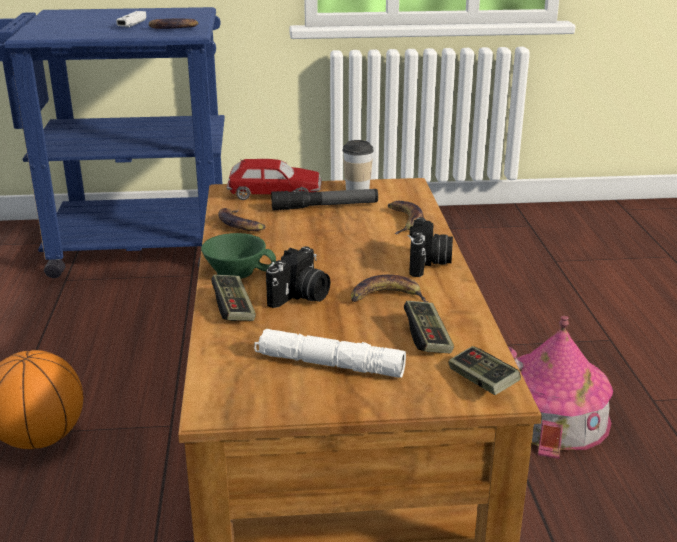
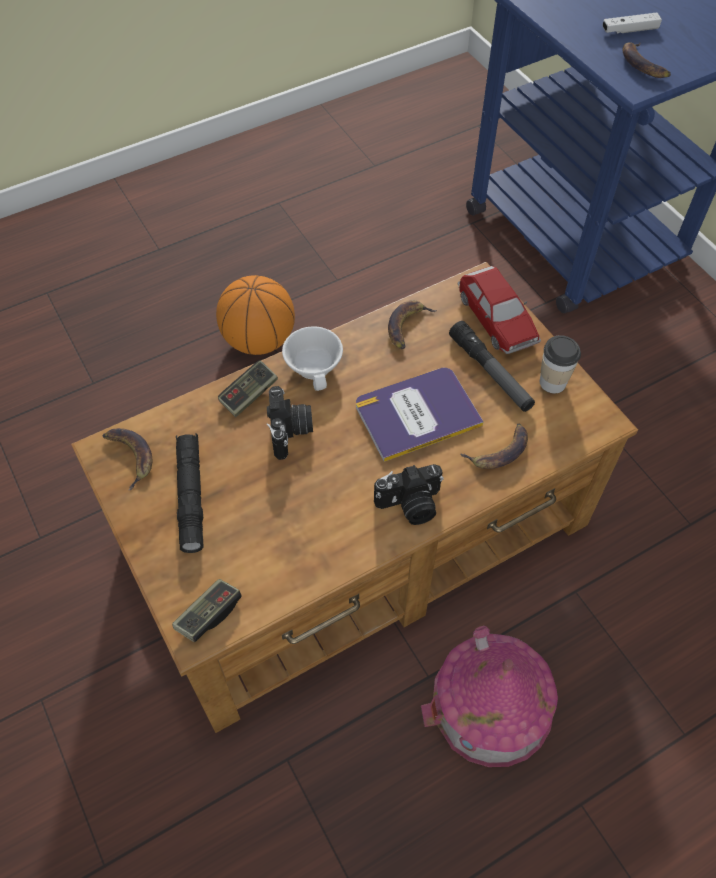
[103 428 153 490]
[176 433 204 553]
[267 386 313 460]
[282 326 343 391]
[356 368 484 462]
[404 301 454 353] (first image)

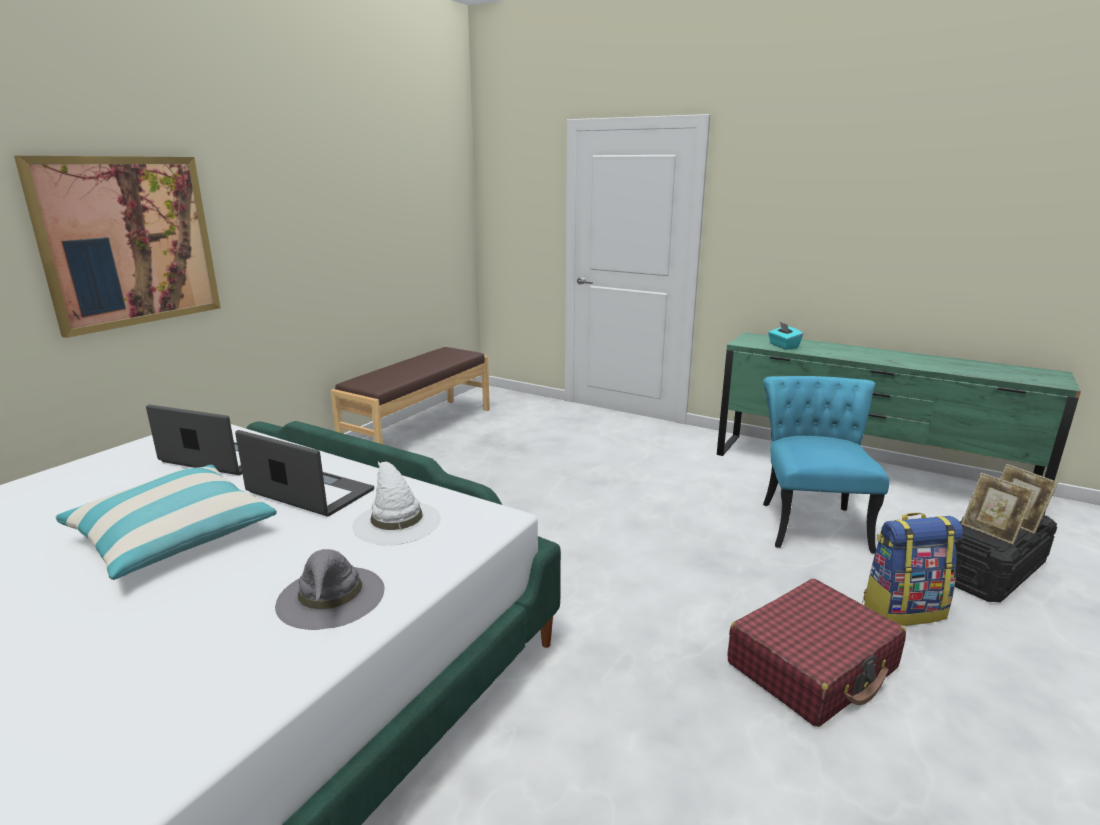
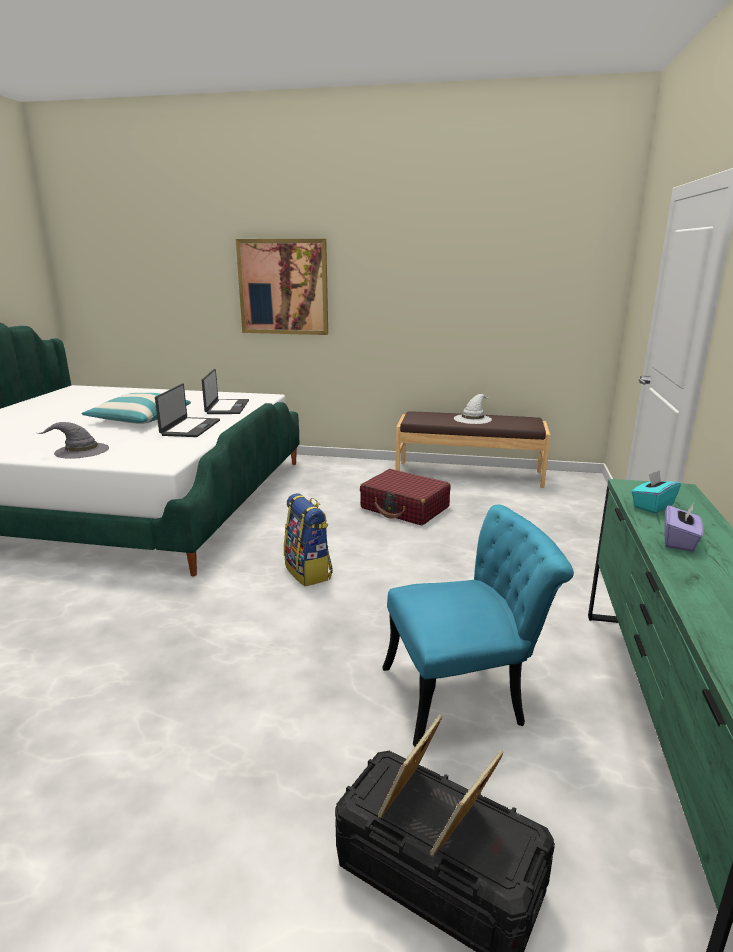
[284 493 333 586]
[360 469 451 525]
[454 394 492 424]
[665 504 703 552]

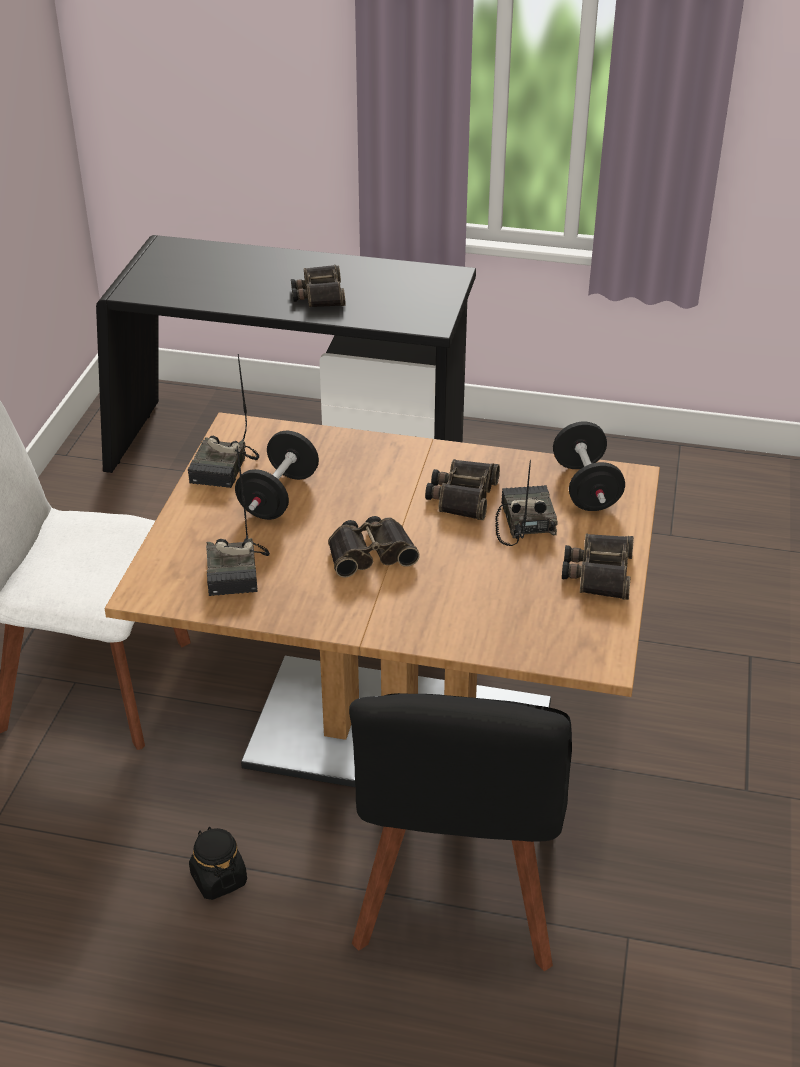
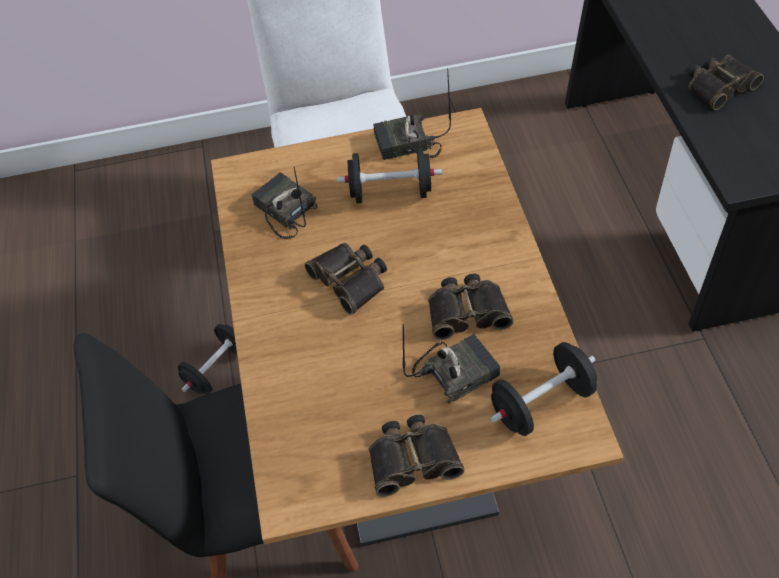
[178 324 237 394]
[251 167 317 239]

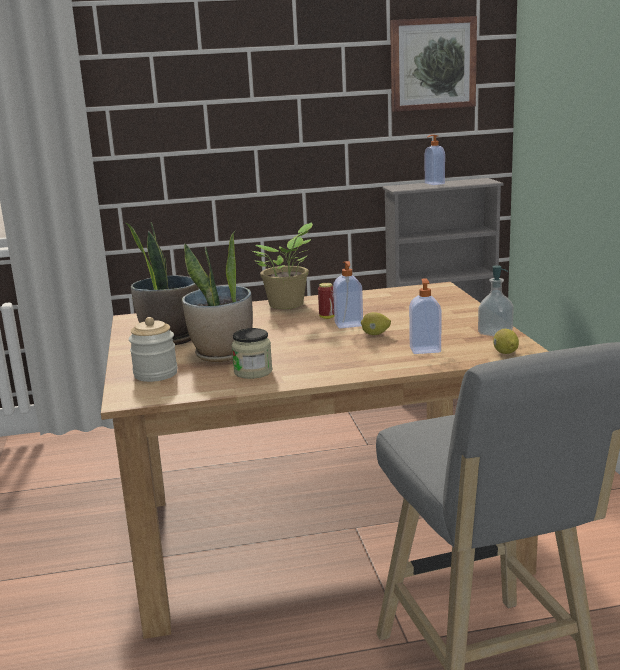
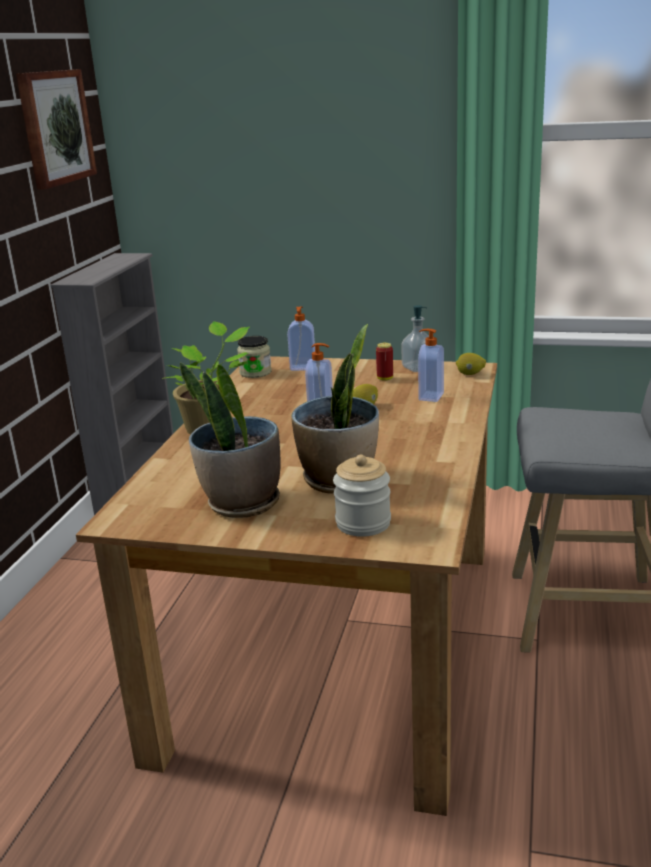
[237 336 272 378]
[287 307 315 371]
[376 343 393 381]

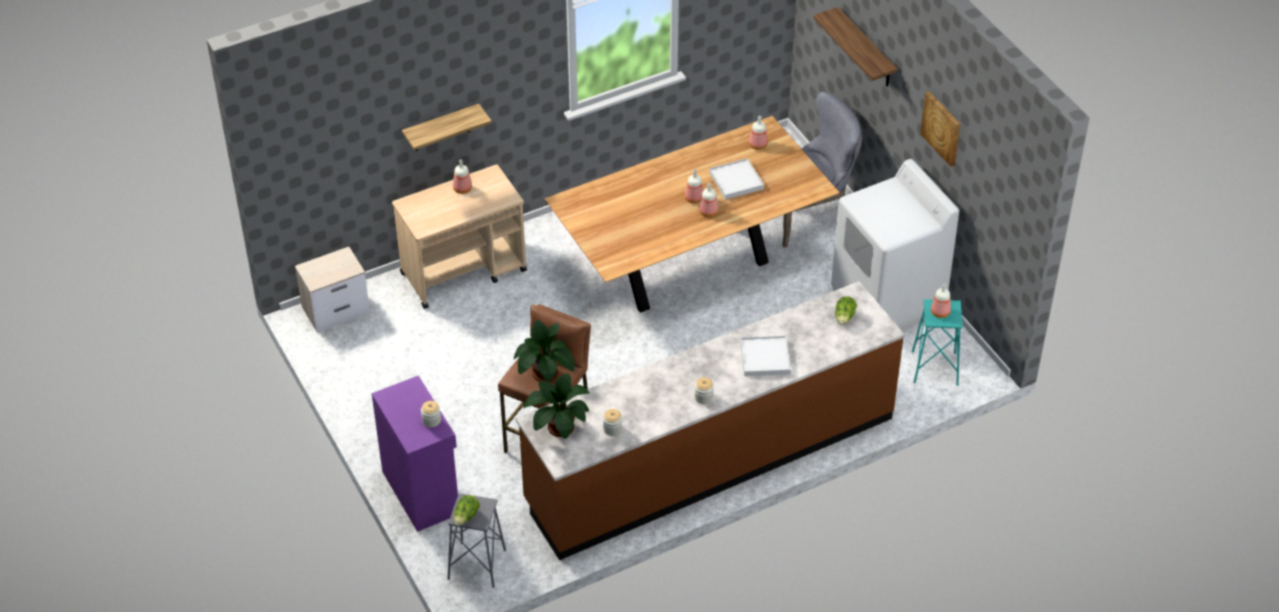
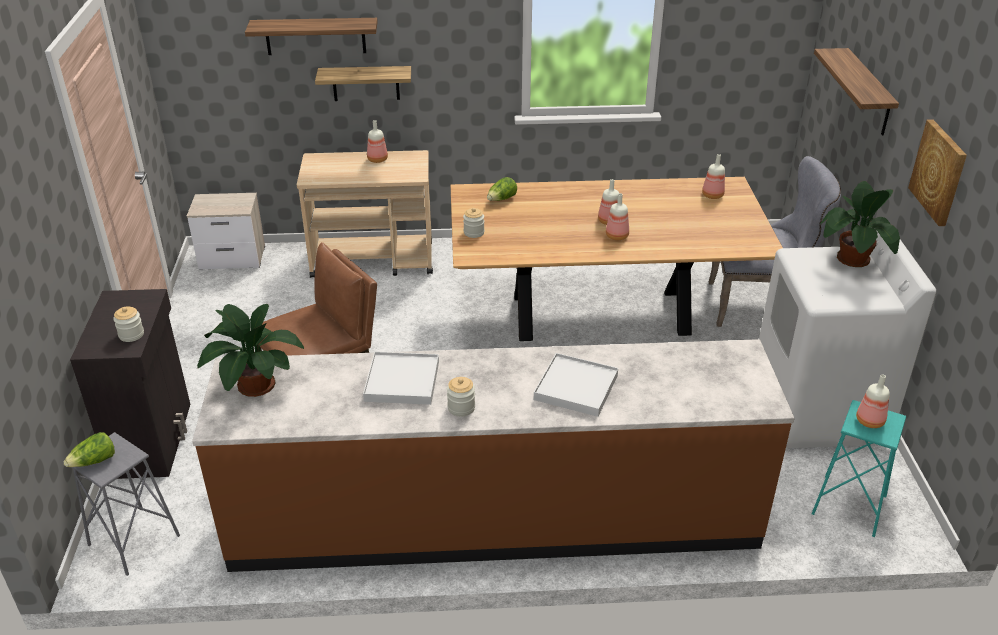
[70 289 190 479]
[245 18 378 55]
[363 352 439 405]
[463 208 485 238]
[487 177 517 201]
[820 181 900 267]

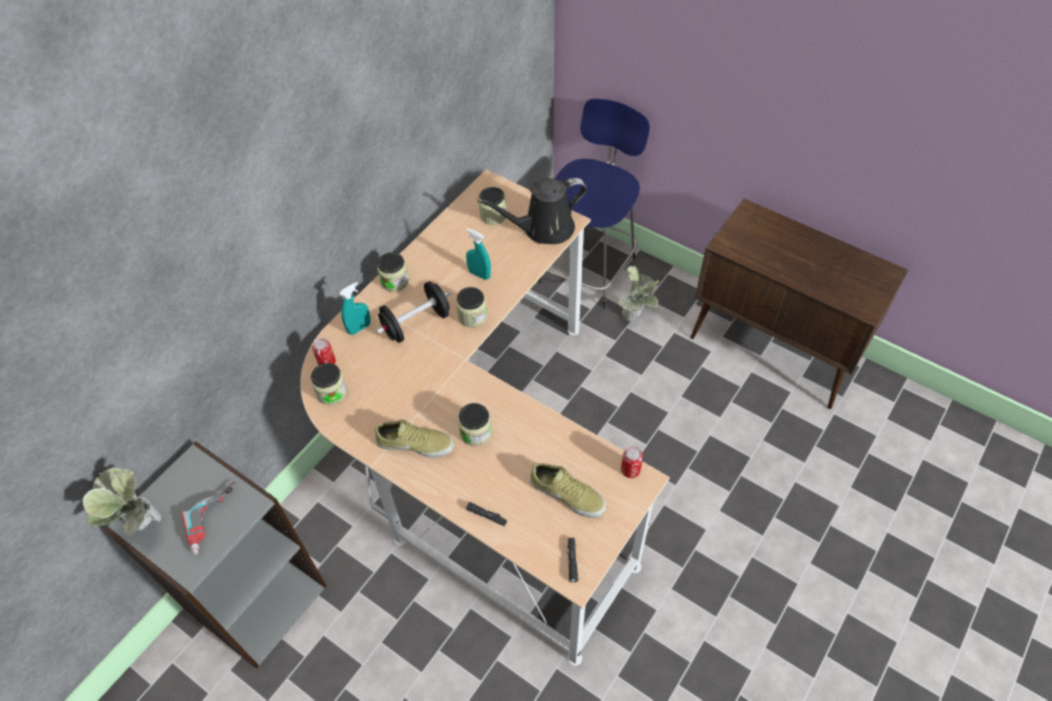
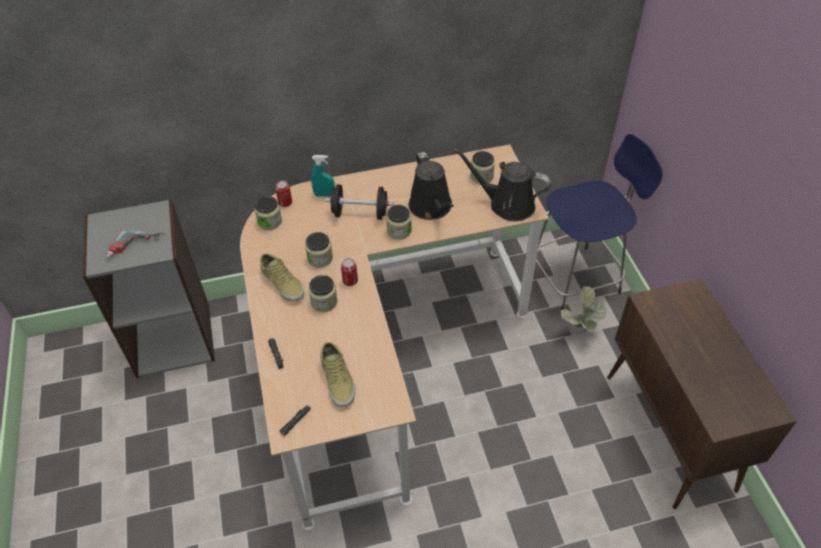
[305 232 333 268]
[341 258 358 286]
[409 152 454 220]
[83 467 161 536] (first image)

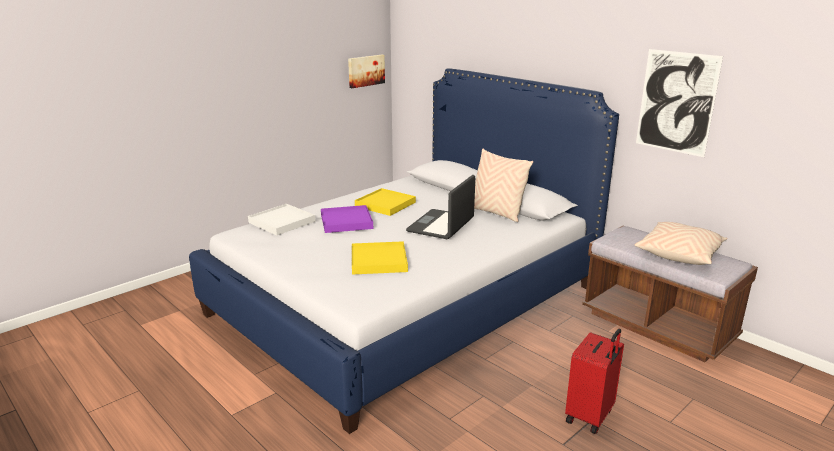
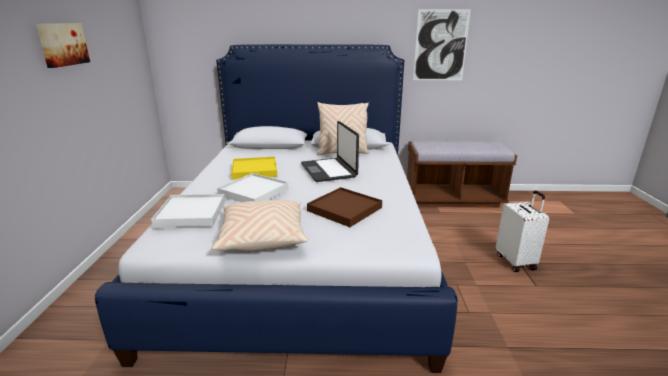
[36 23 90 68]
[211 200 308 251]
[217 173 289 202]
[307 187 382 227]
[496 190 549 272]

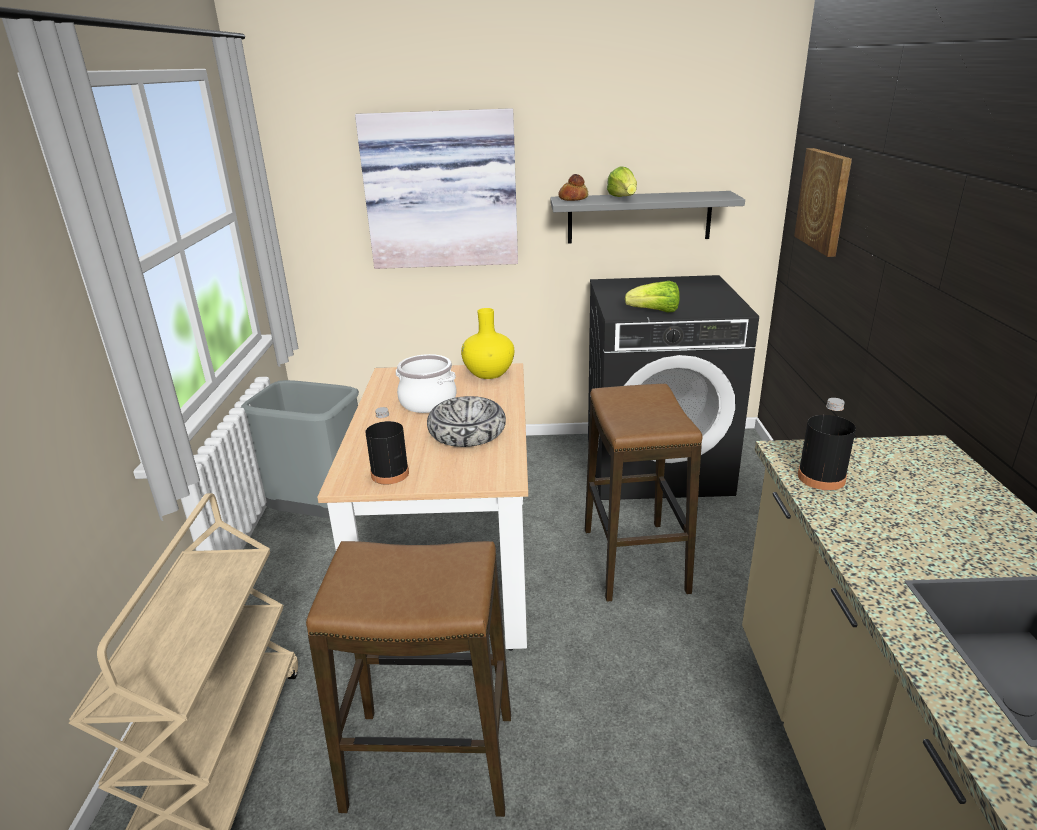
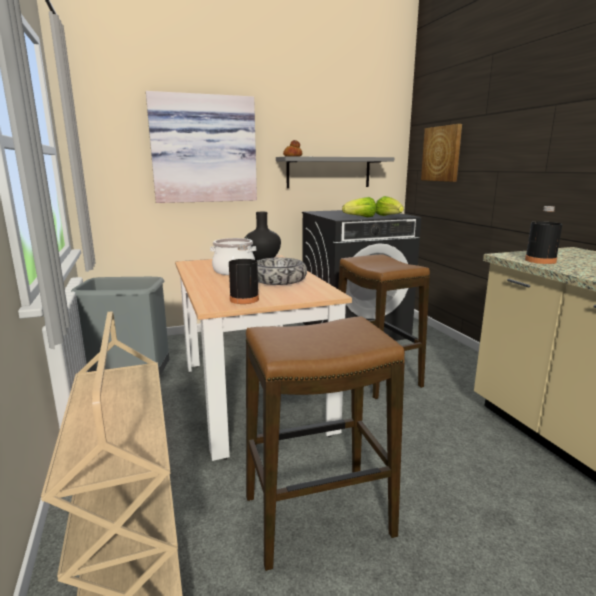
[245 212 281 260]
[376 196 404 216]

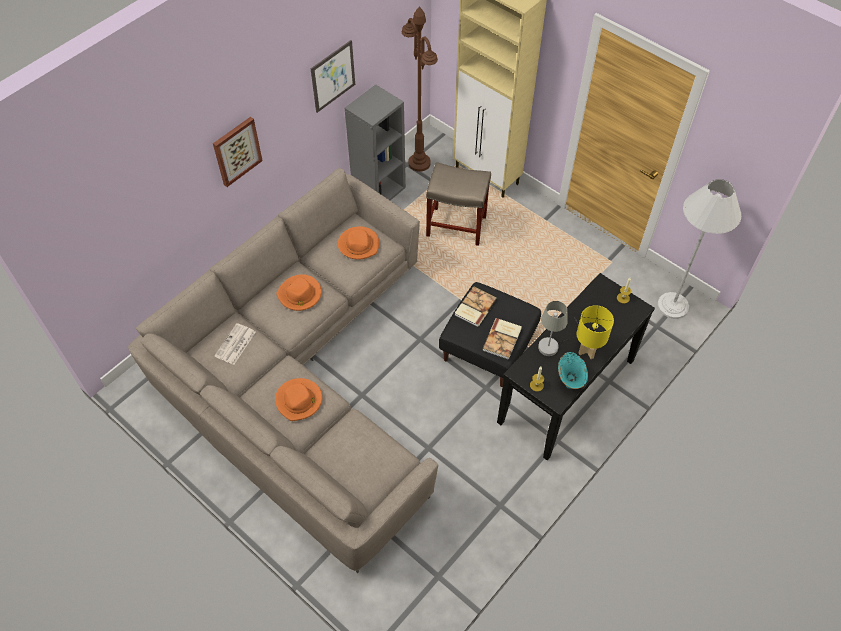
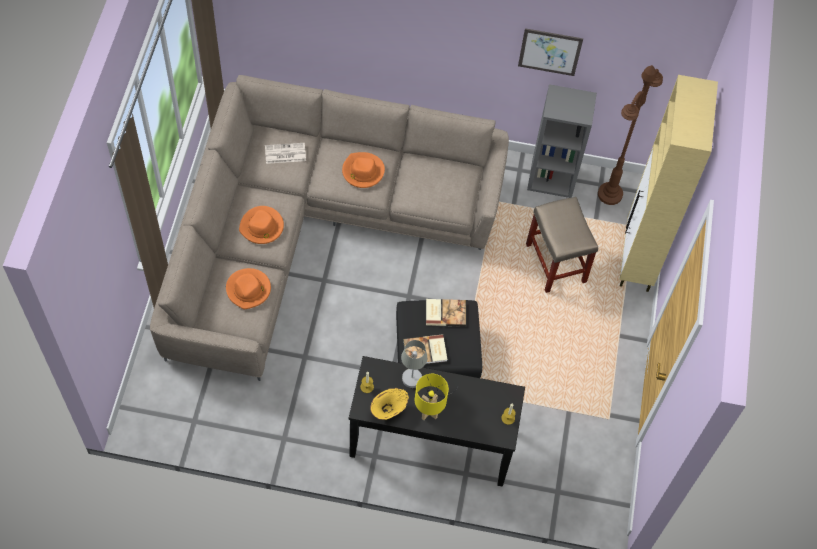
[226 268 271 309]
[370 388 409 420]
[213 117 263 187] (first image)
[657 179 741 319] (first image)

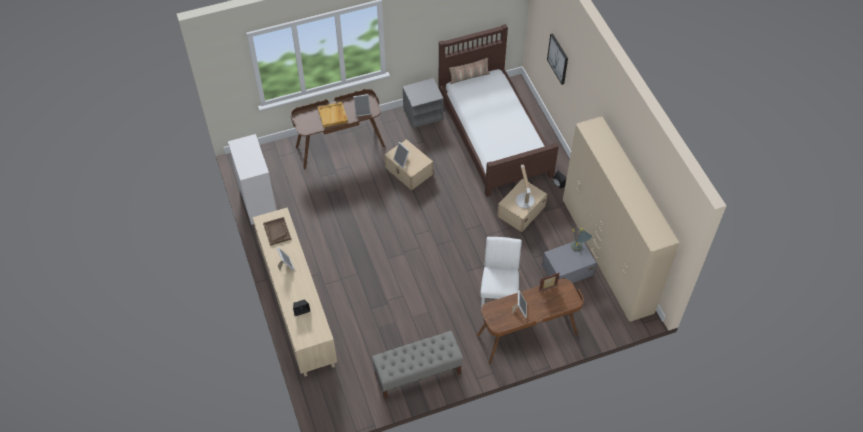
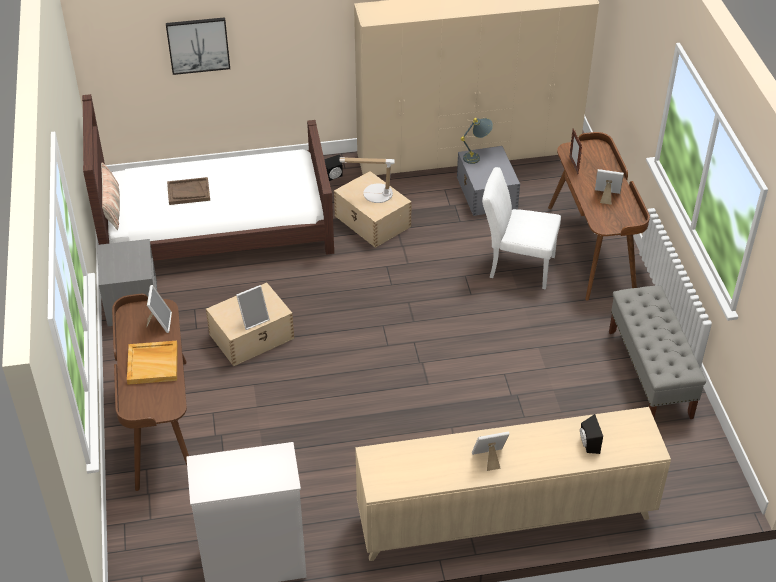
[167 177 210 205]

